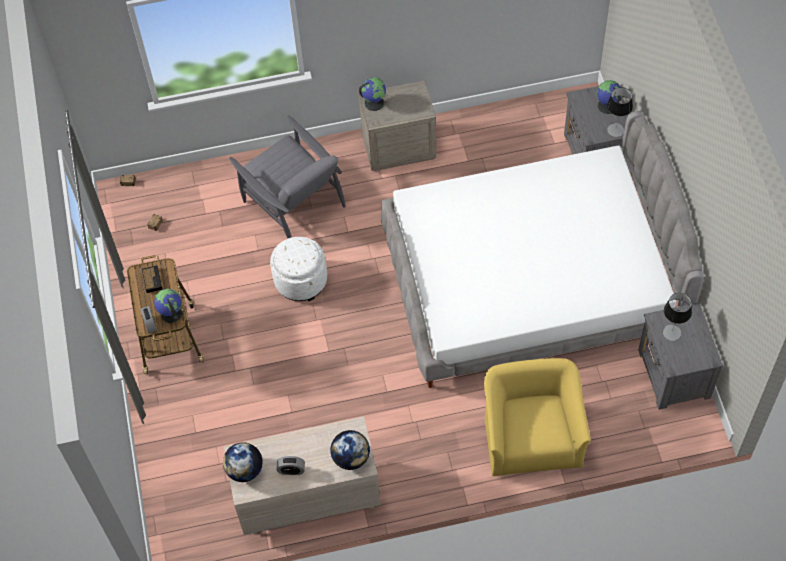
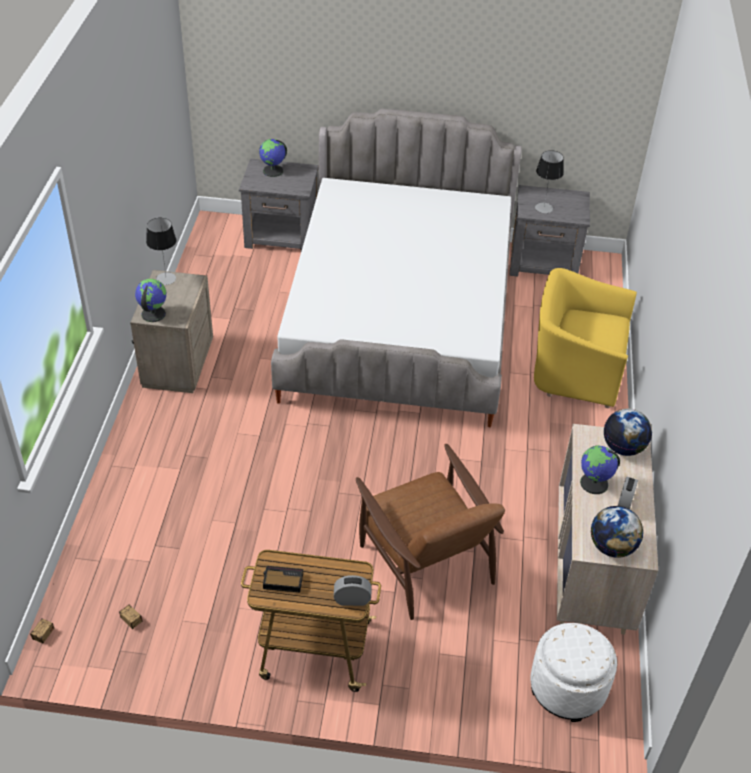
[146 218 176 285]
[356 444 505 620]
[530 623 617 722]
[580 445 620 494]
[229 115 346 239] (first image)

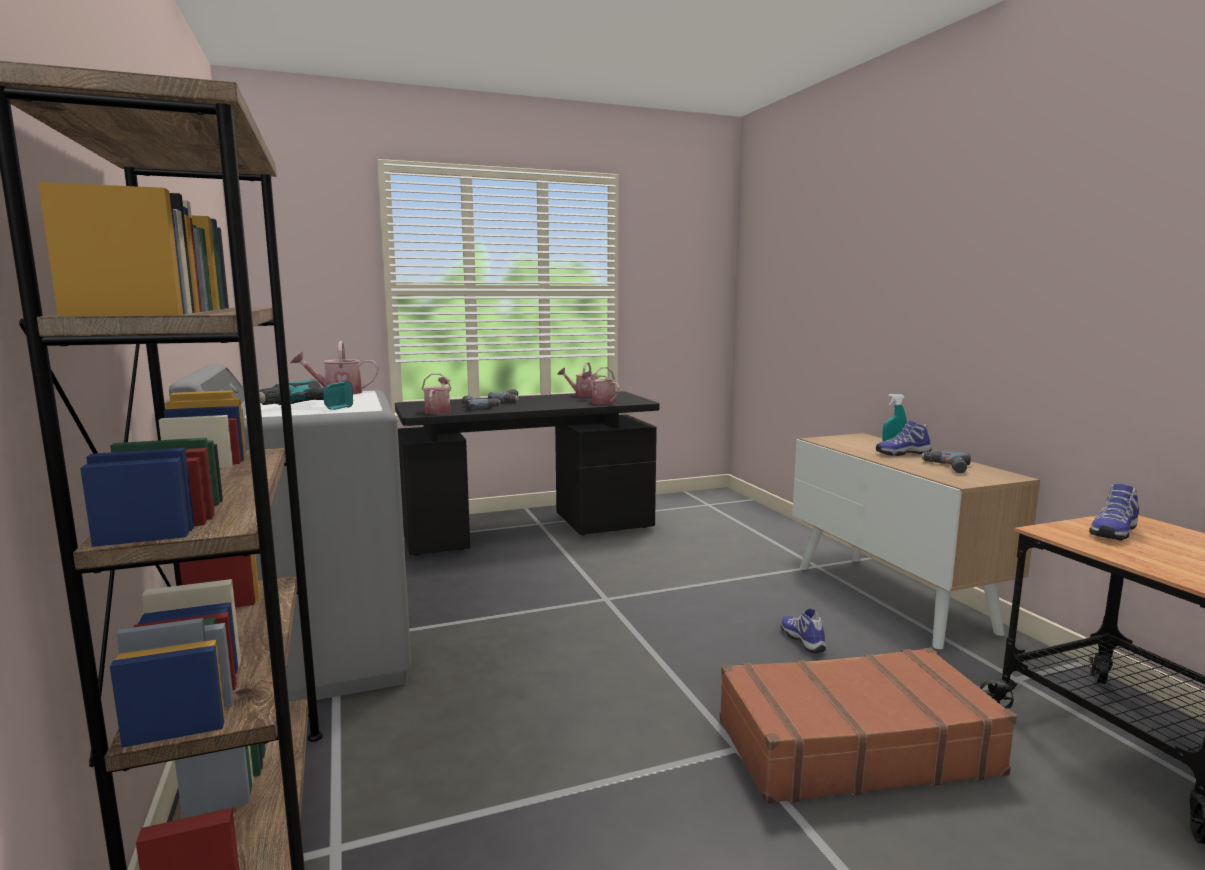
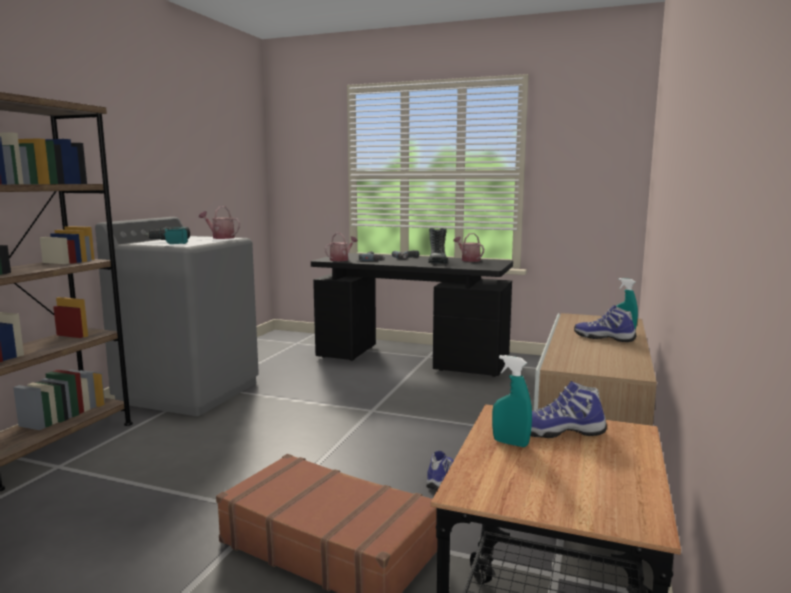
[428 228 448 264]
[492 355 532 447]
[582 367 619 405] (first image)
[921 451 971 473] (first image)

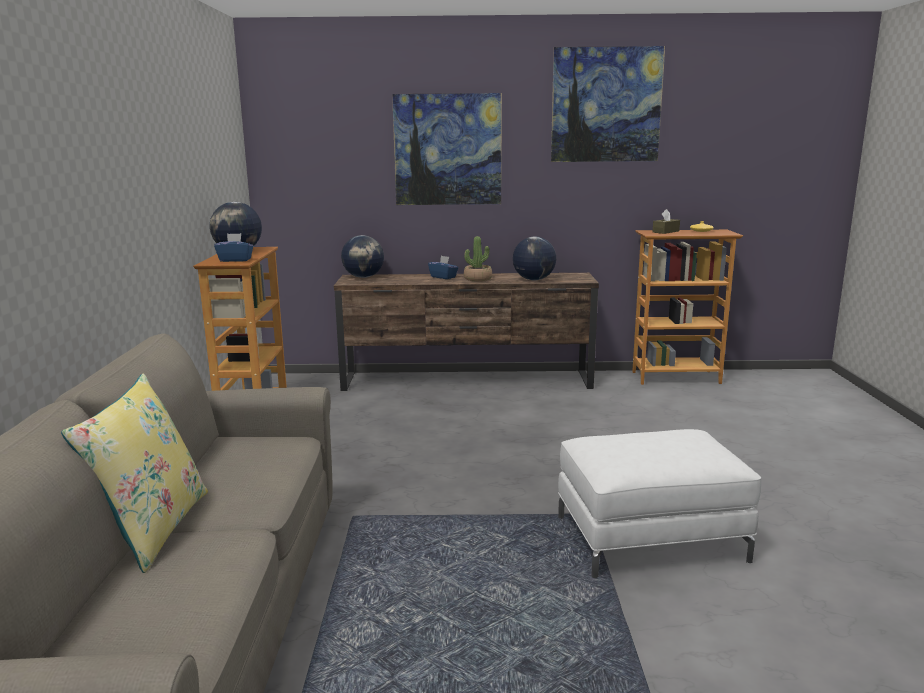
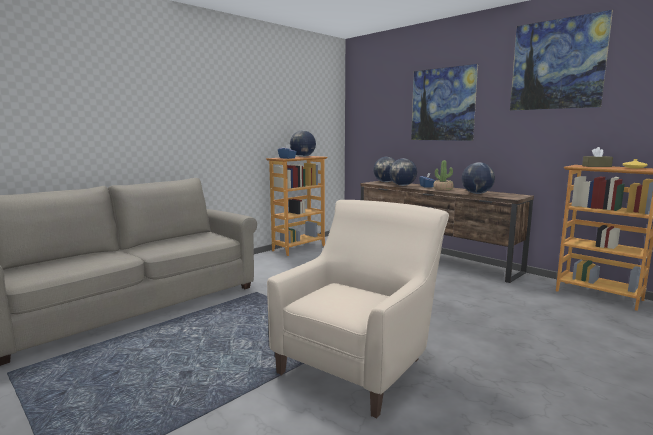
[267 200 449 418]
[389 158 417 186]
[61 374 208 573] (first image)

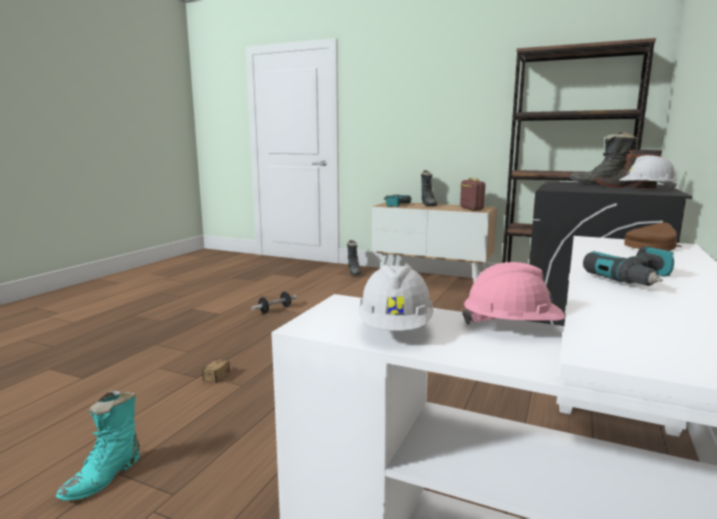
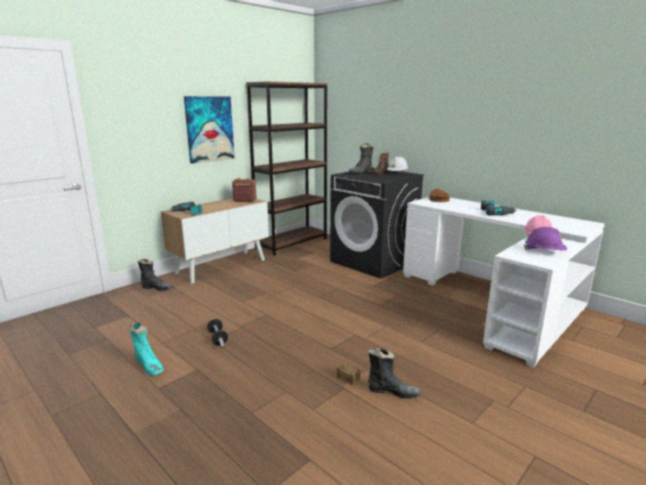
[130 323 163 376]
[184 96 235 164]
[368 348 421 398]
[524 227 567 251]

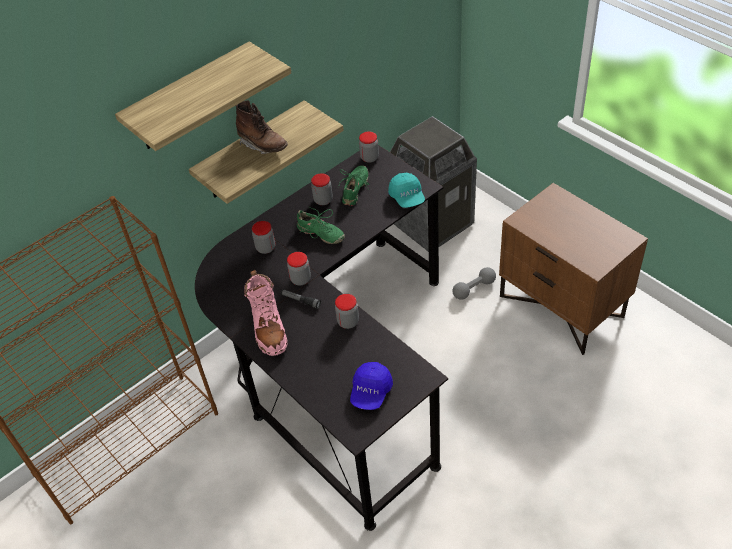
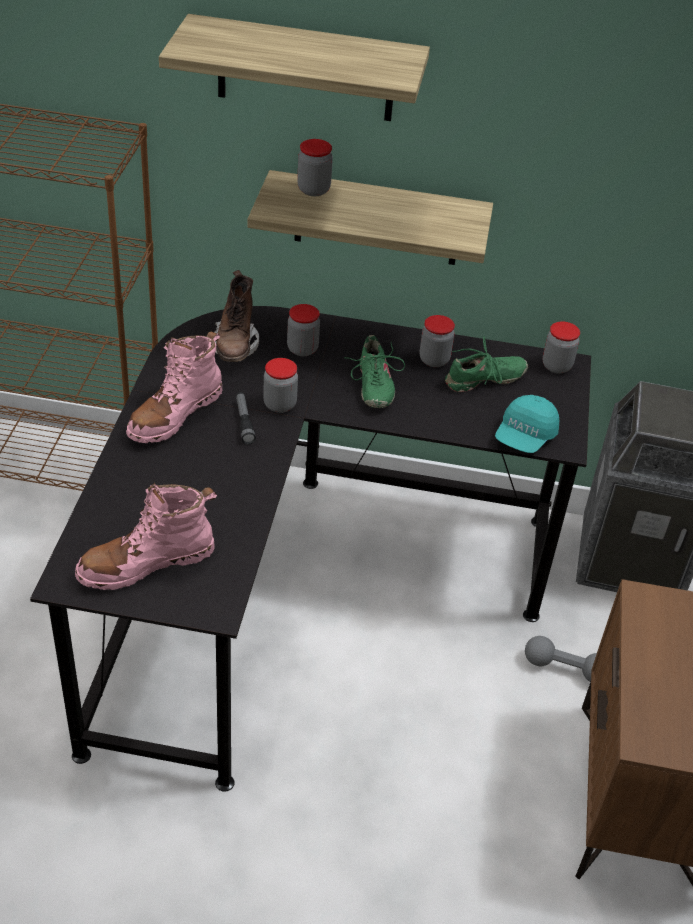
[75 482 217 590]
[215 270 259 362]
[297 139 333 196]

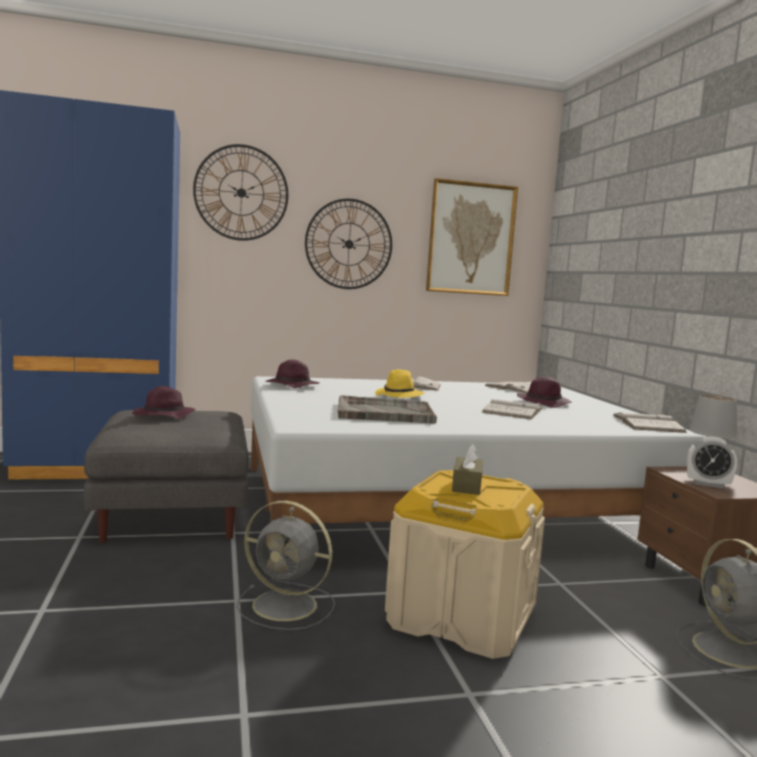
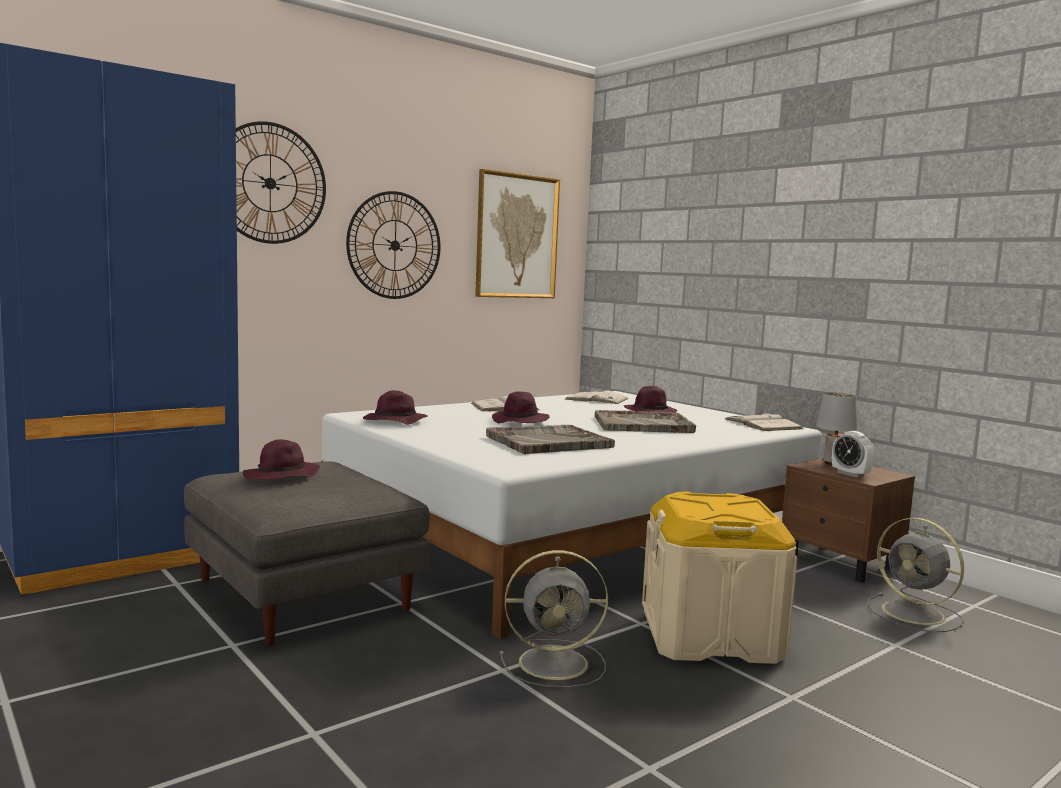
[492 392 550 423]
[595 410 696 433]
[832 431 874 478]
[452 444 483 495] (first image)

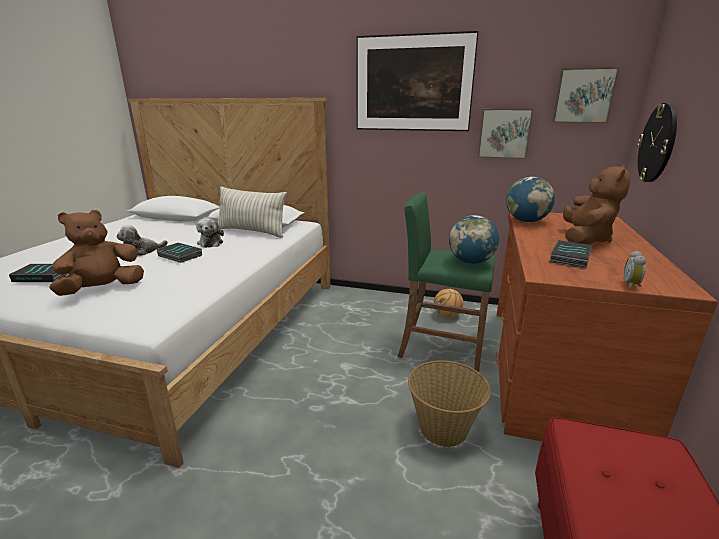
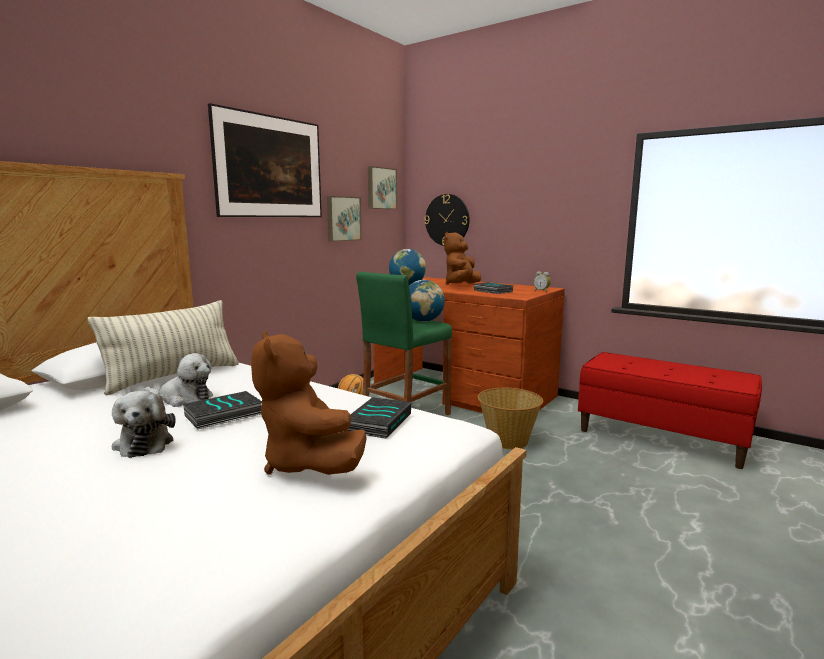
[347 397 411 439]
[444 232 481 285]

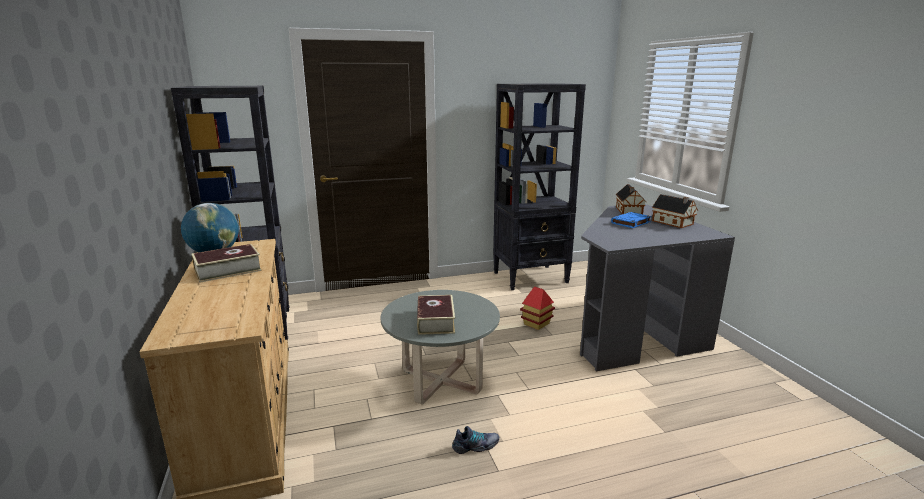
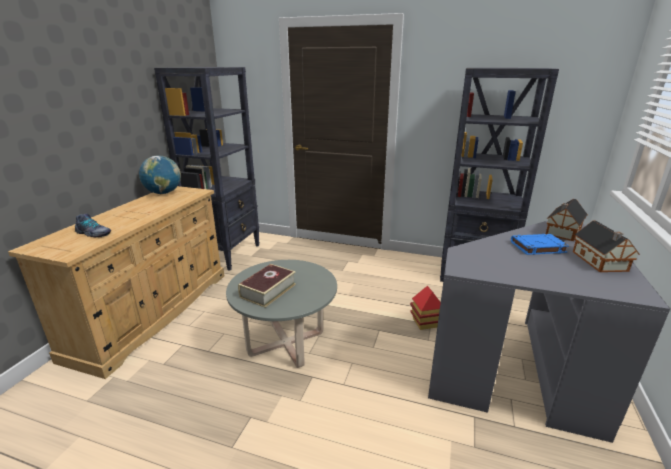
[75 214 111 237]
[192 244 262 283] (first image)

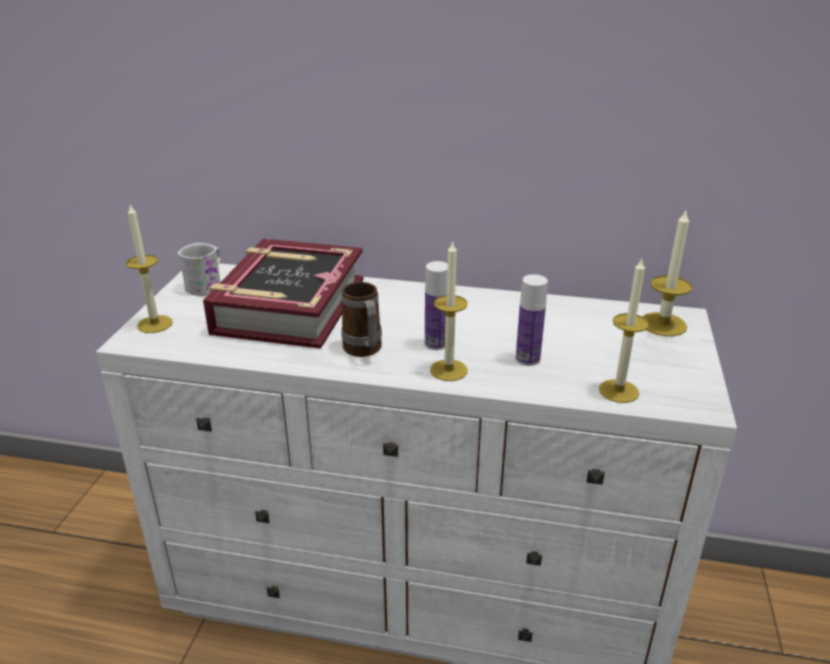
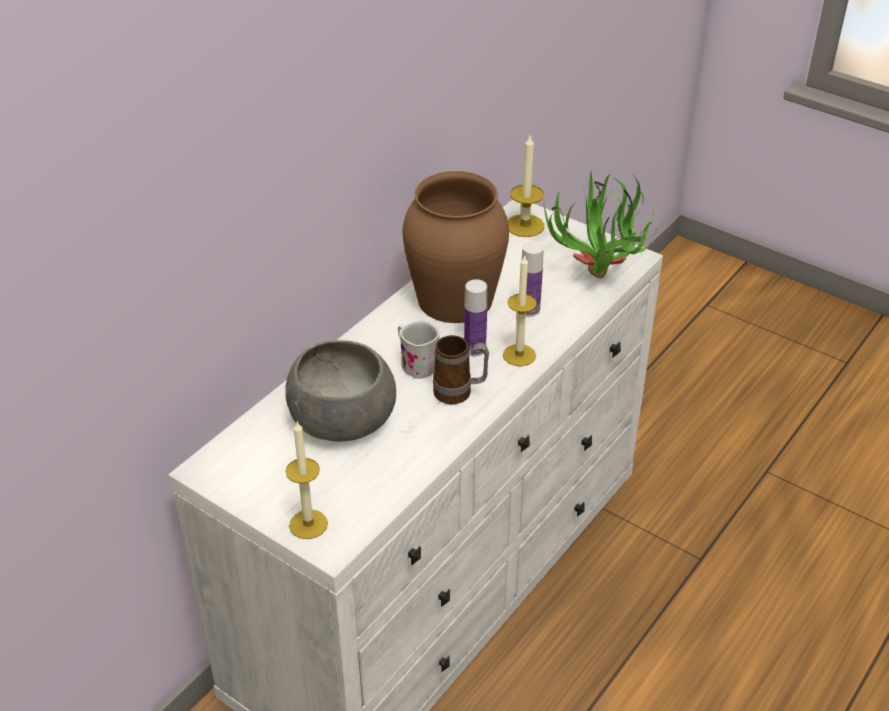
[285 340 396 442]
[398 320 440 379]
[402 171 509 323]
[544 170 660 278]

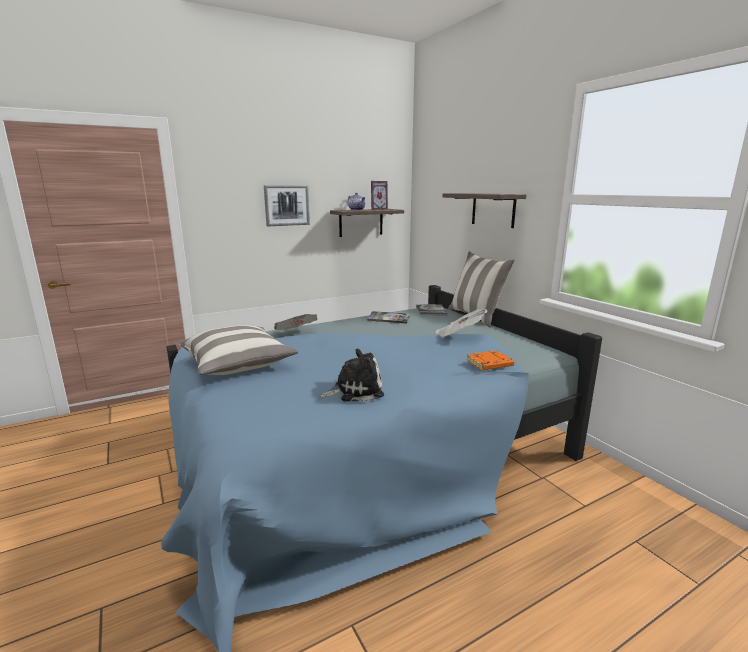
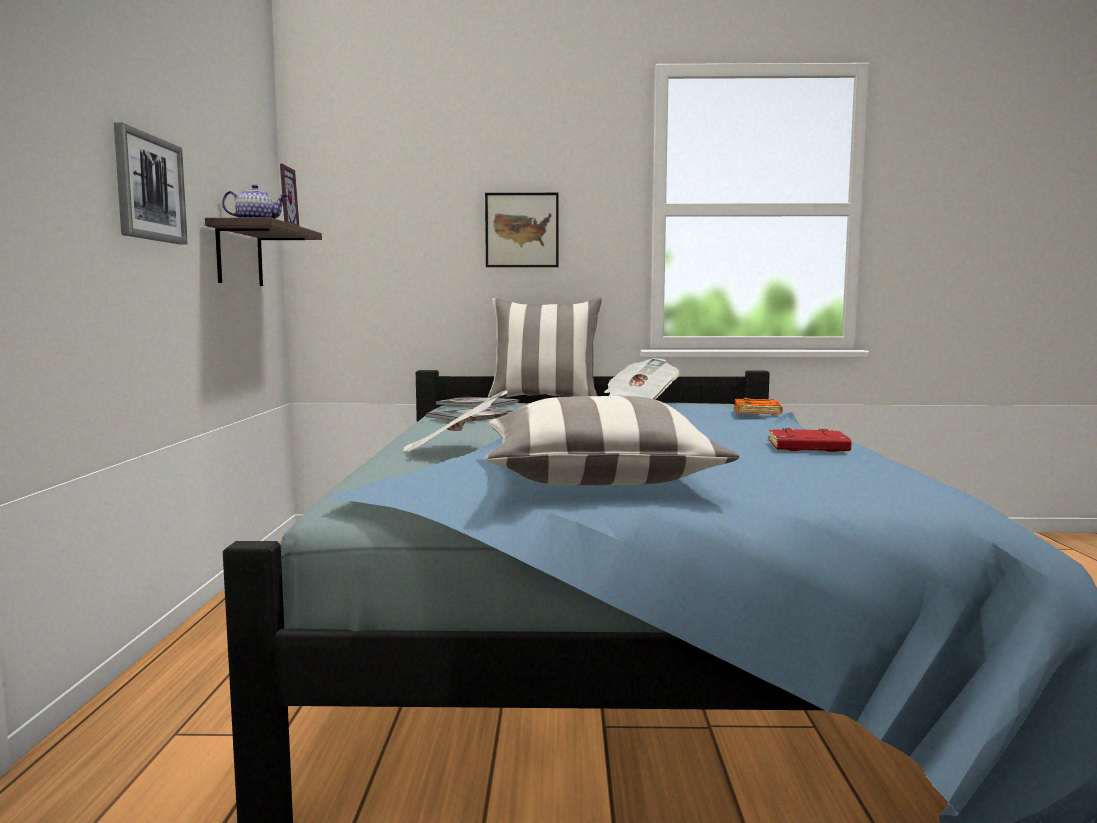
[485 193 559 267]
[769 428 852 452]

